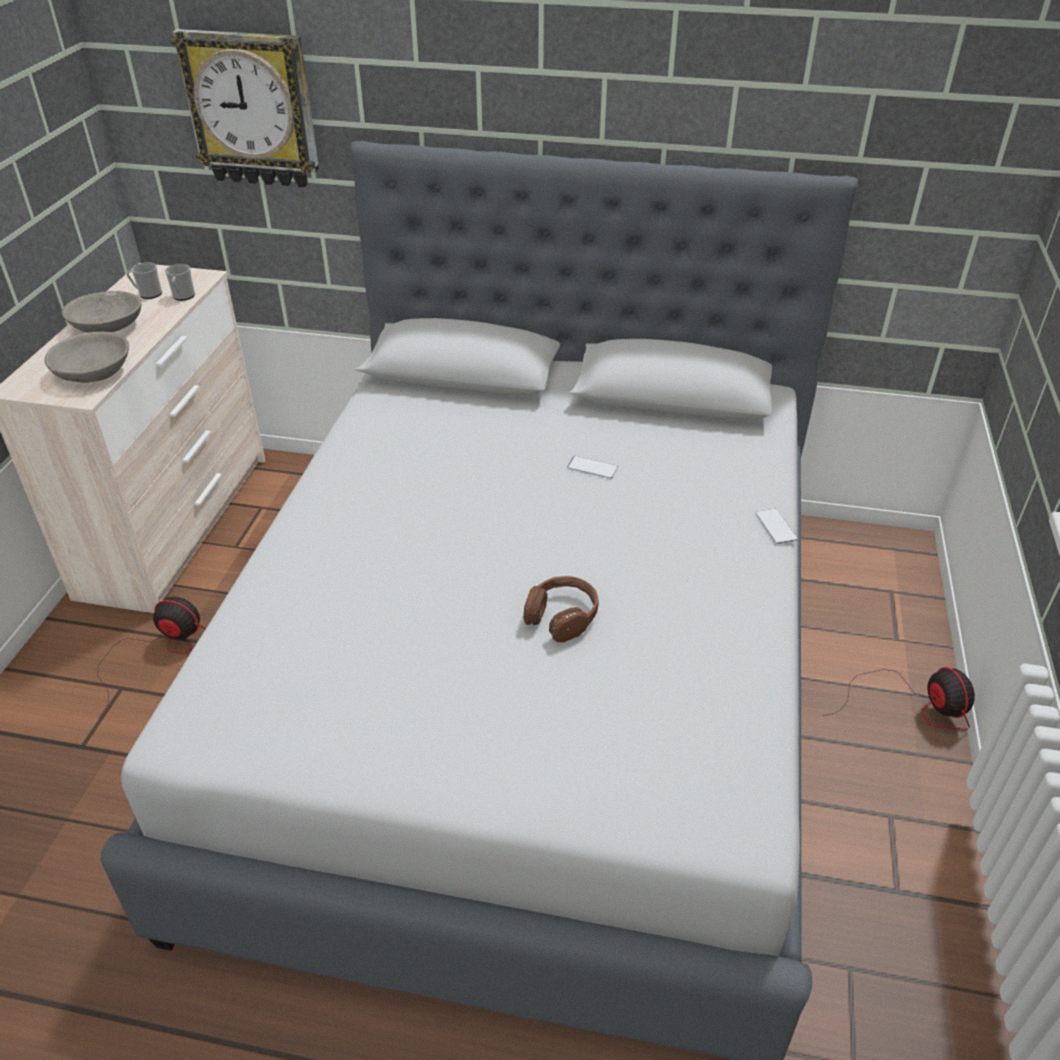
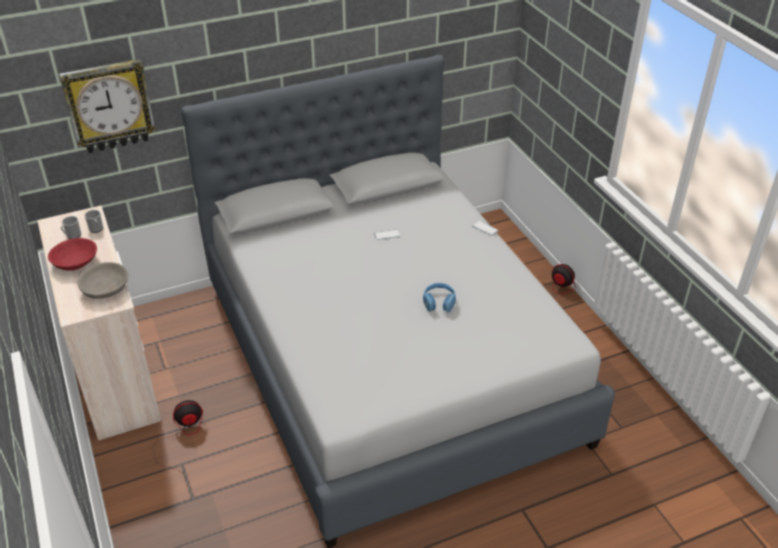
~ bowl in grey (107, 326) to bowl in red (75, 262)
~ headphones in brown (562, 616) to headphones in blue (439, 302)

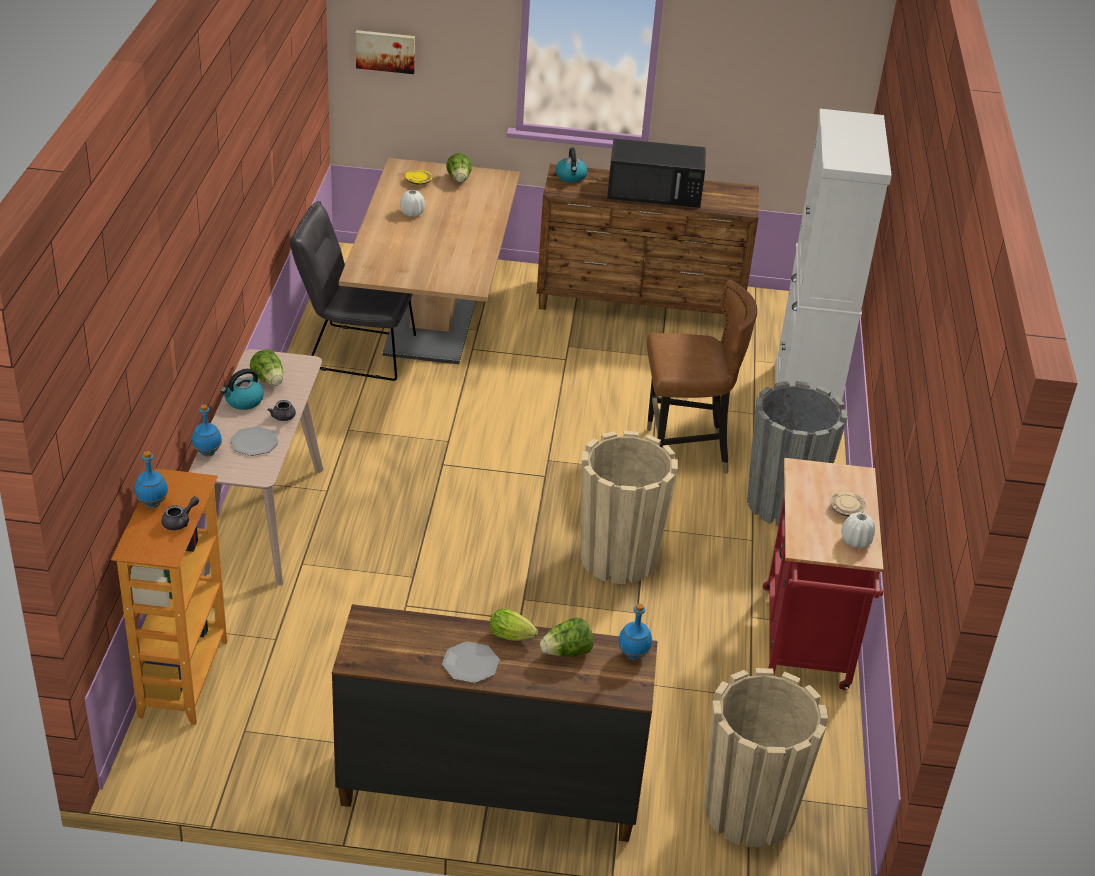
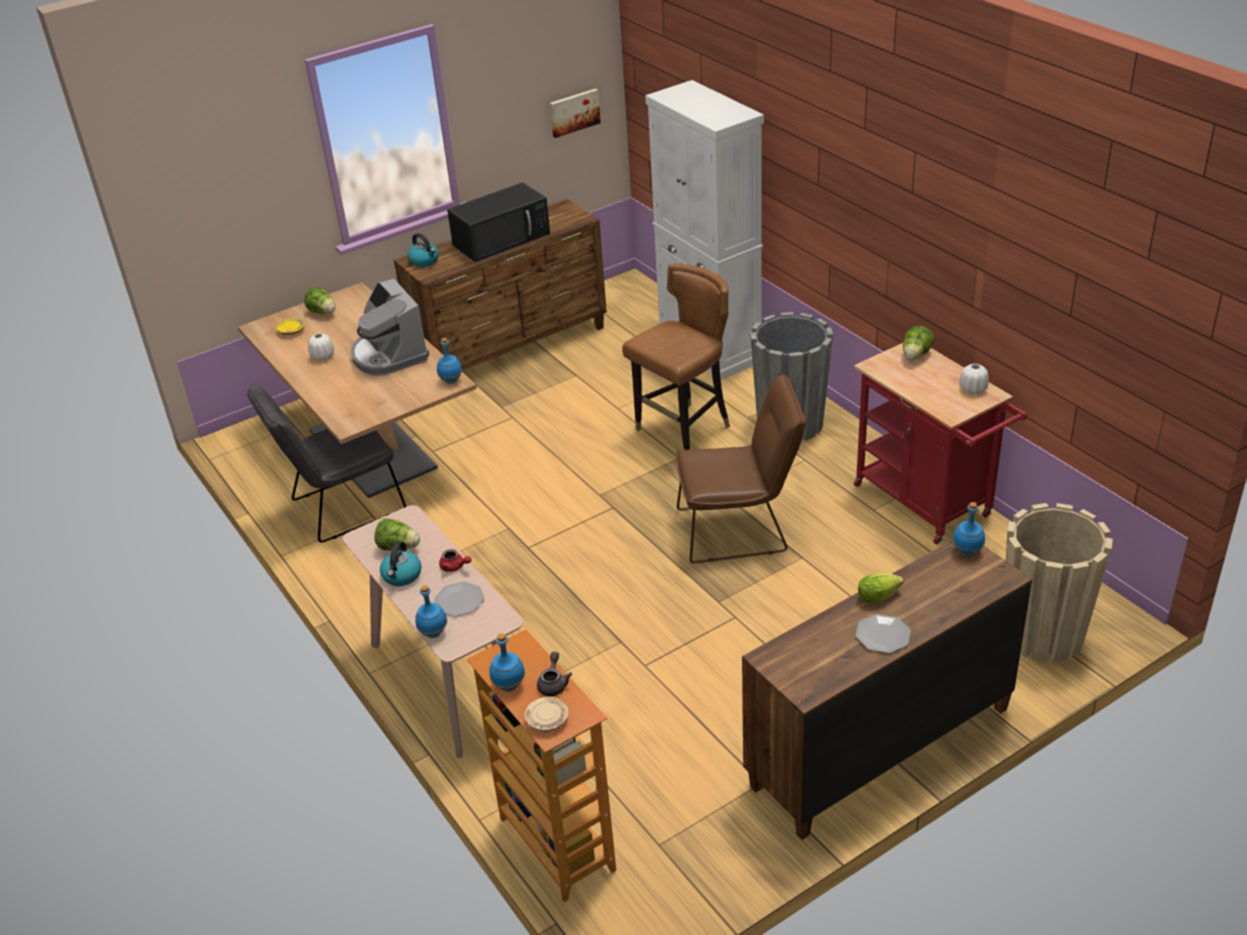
+ coffee machine (389, 355)
+ bottle in blue (450, 381)
~ picture (385, 51) to (574, 112)
~ lettuce (567, 652) to (916, 355)
~ plate in beige (846, 509) to (547, 720)
~ planter in beige (618, 558) to chair in brown (740, 529)
~ teapot in grey (284, 418) to teapot in red (455, 567)

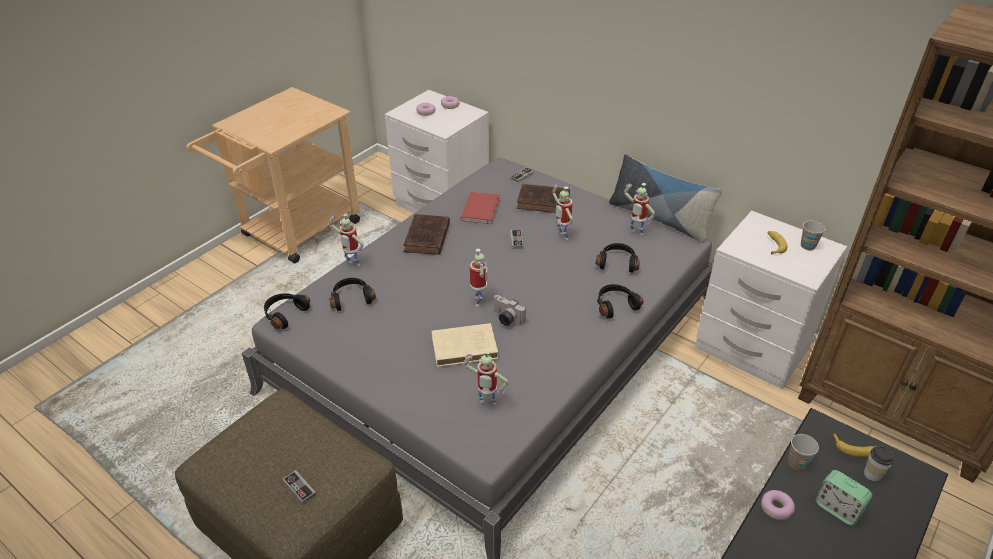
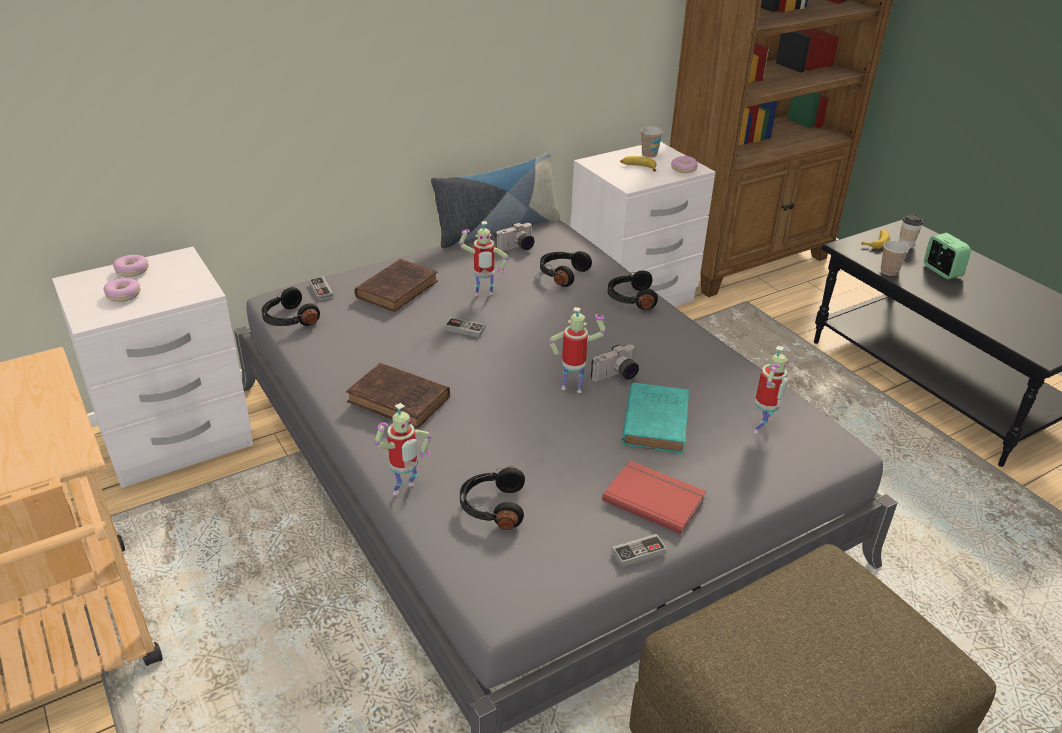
~ headphones in black (285, 314) to (289, 319)
~ game controller (299, 488) to (638, 552)
~ book in red (482, 209) to (654, 497)
~ donut (776, 508) to (684, 169)
~ toy robot (635, 233) to photo camera (517, 248)
~ book in beige (466, 347) to book in turquoise (655, 420)
~ alarm clock (837, 508) = (941, 271) 90 degrees counterclockwise

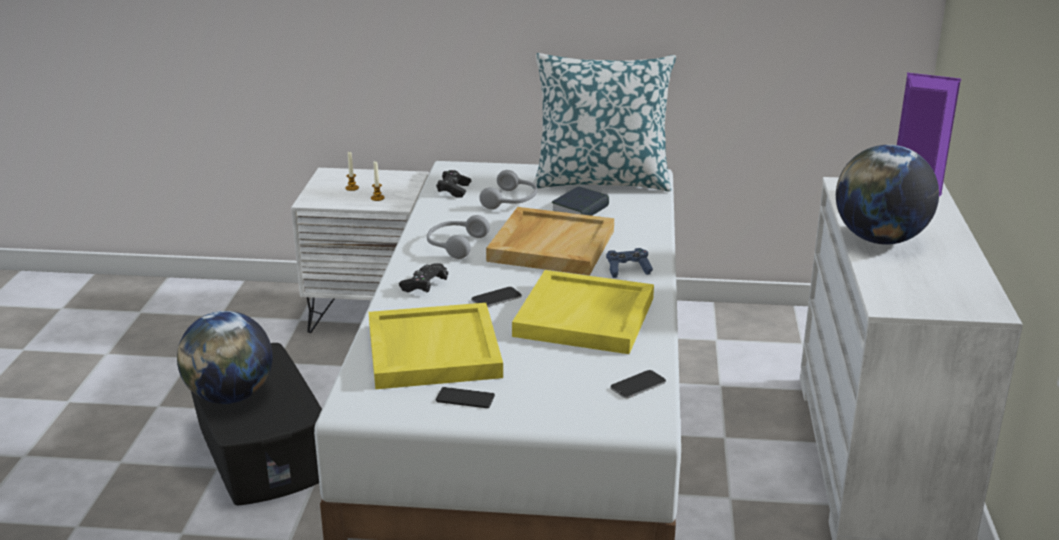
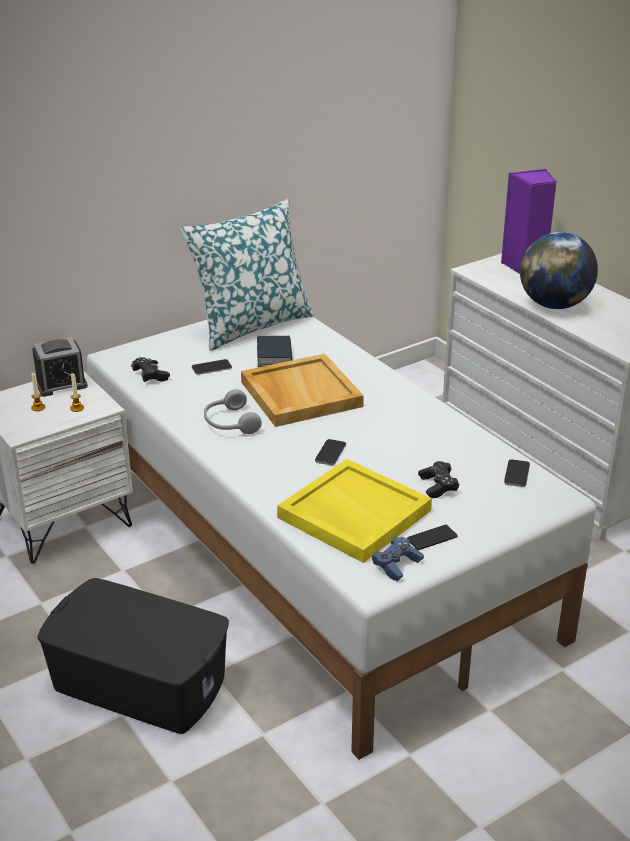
- globe (230, 396)
- tray in yellow (585, 317)
+ alarm clock (61, 384)
~ game controller in black (424, 286) to (438, 486)
~ game controller in blue (628, 270) to (397, 565)
~ headphones in grey (512, 201) to phone (211, 368)

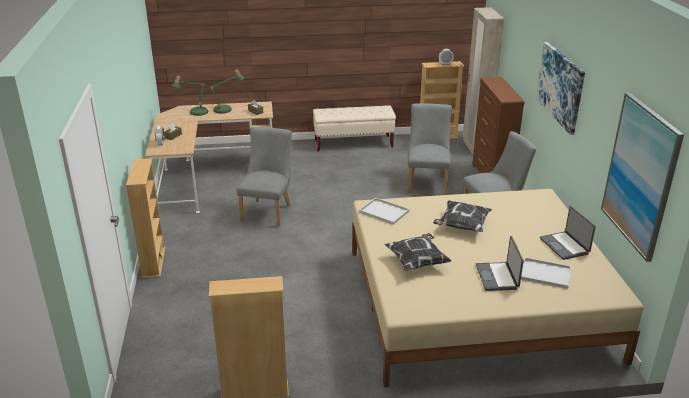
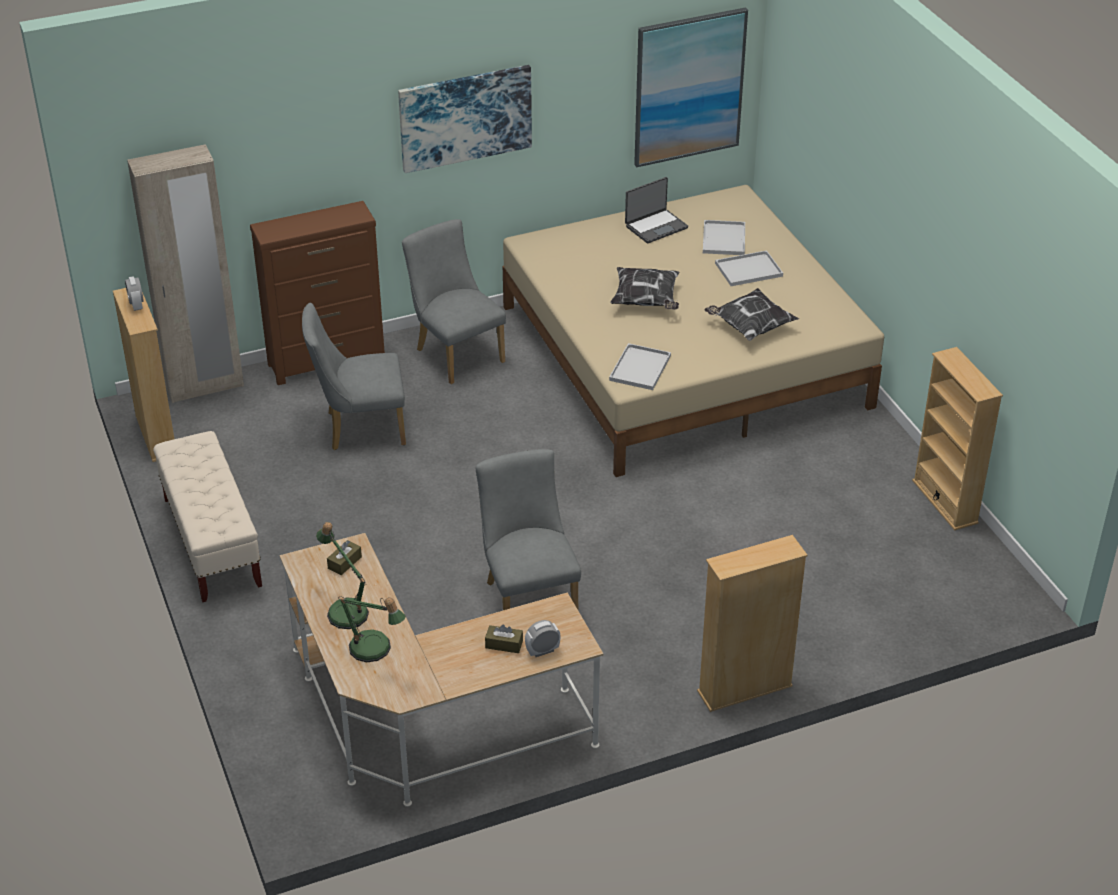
~ laptop (497, 277) to tray in white (749, 269)
~ chair in grey (268, 211) = (528, 597) 75 degrees clockwise

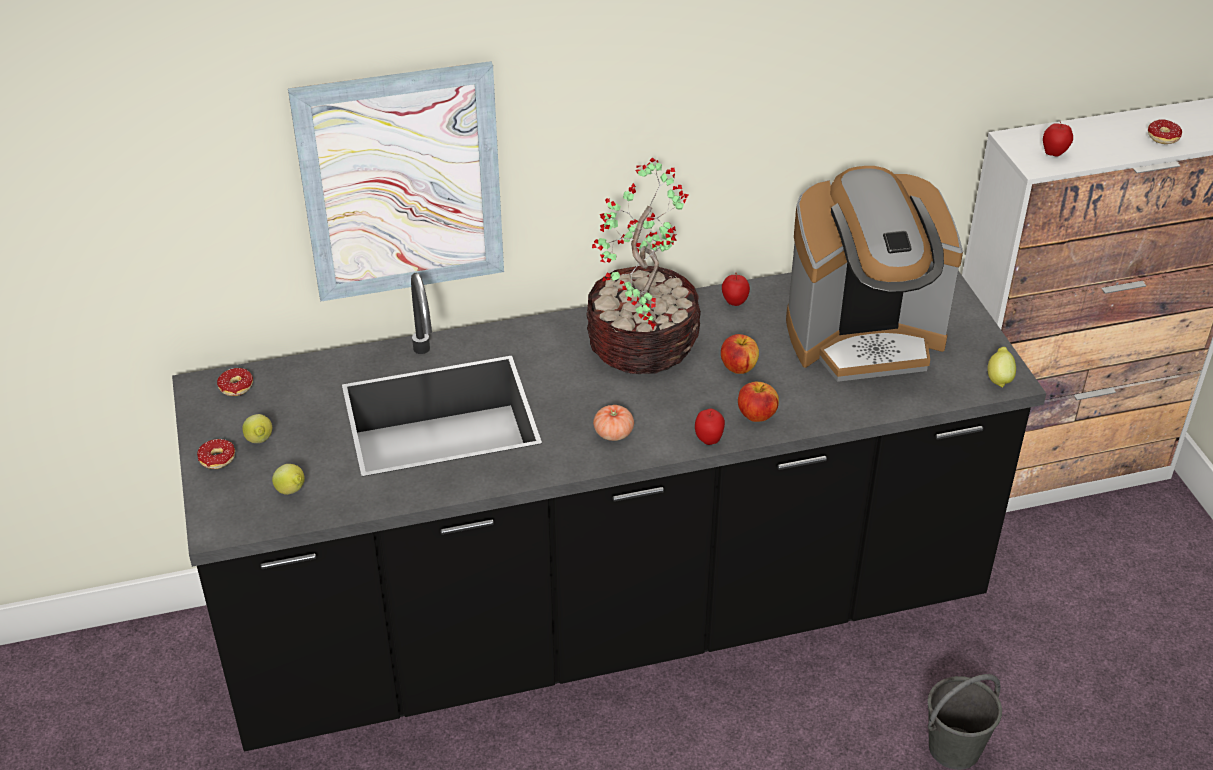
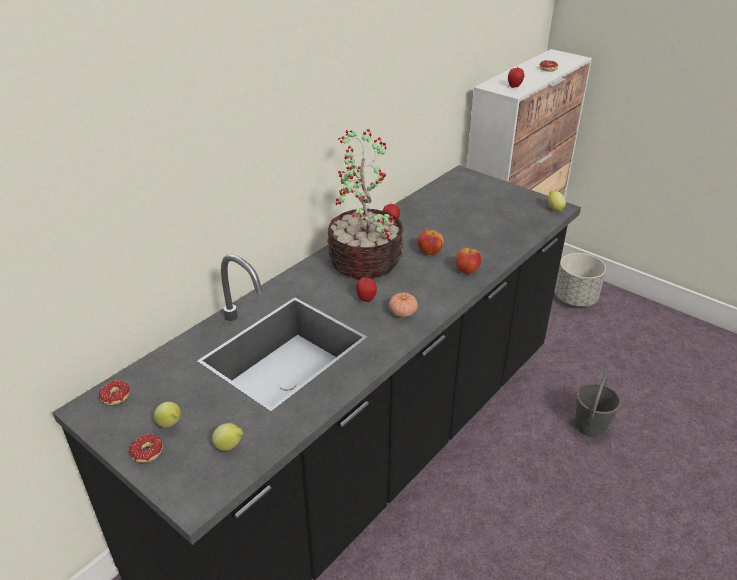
- picture (402, 183)
- coffee machine (864, 338)
+ planter in grey (575, 298)
~ apple (708, 439) to (366, 299)

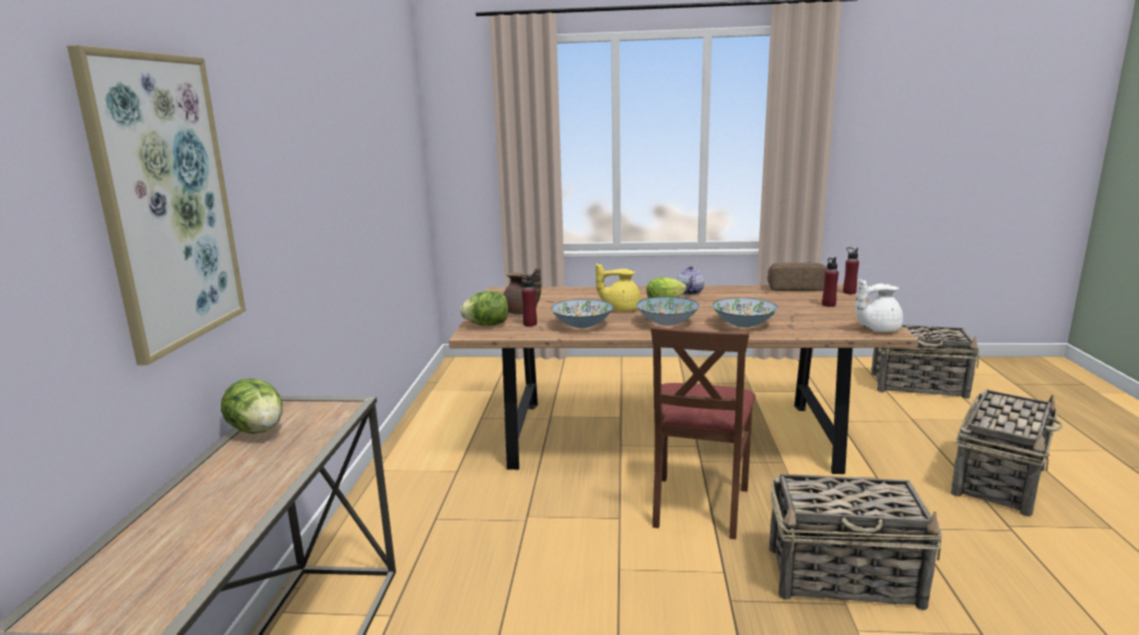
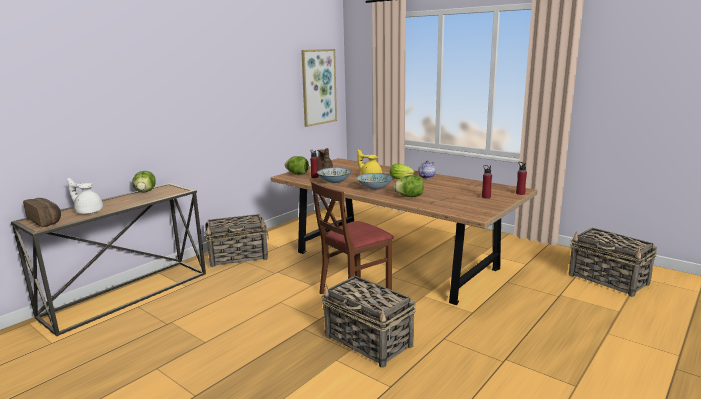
~ picture (166, 202) to (318, 87)
~ bread (796, 288) to (46, 221)
~ teapot in white (876, 329) to (88, 211)
~ basket (999, 480) to (239, 256)
~ bowl (744, 324) to lettuce (409, 196)

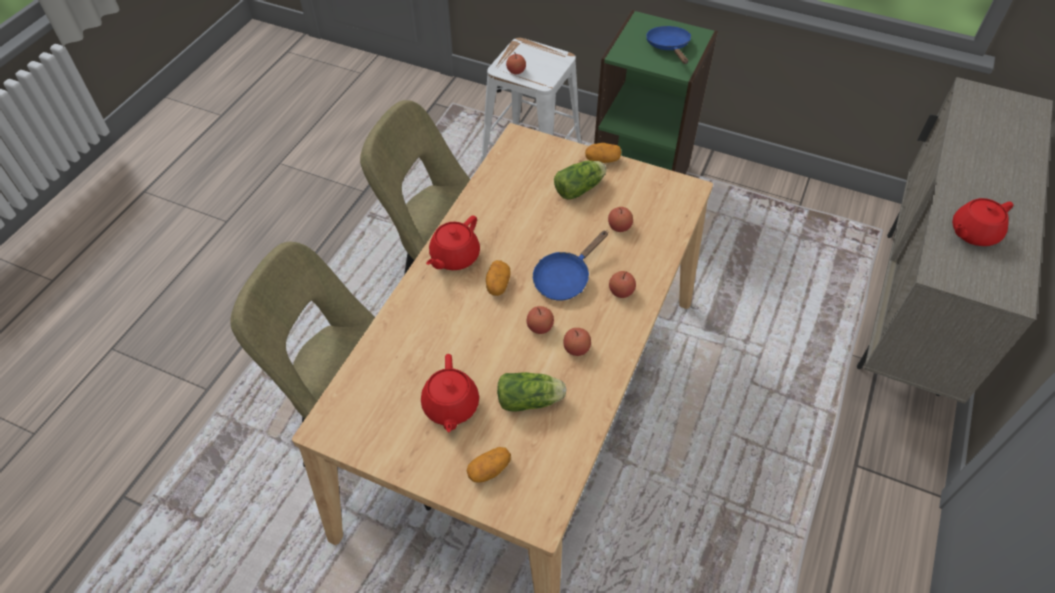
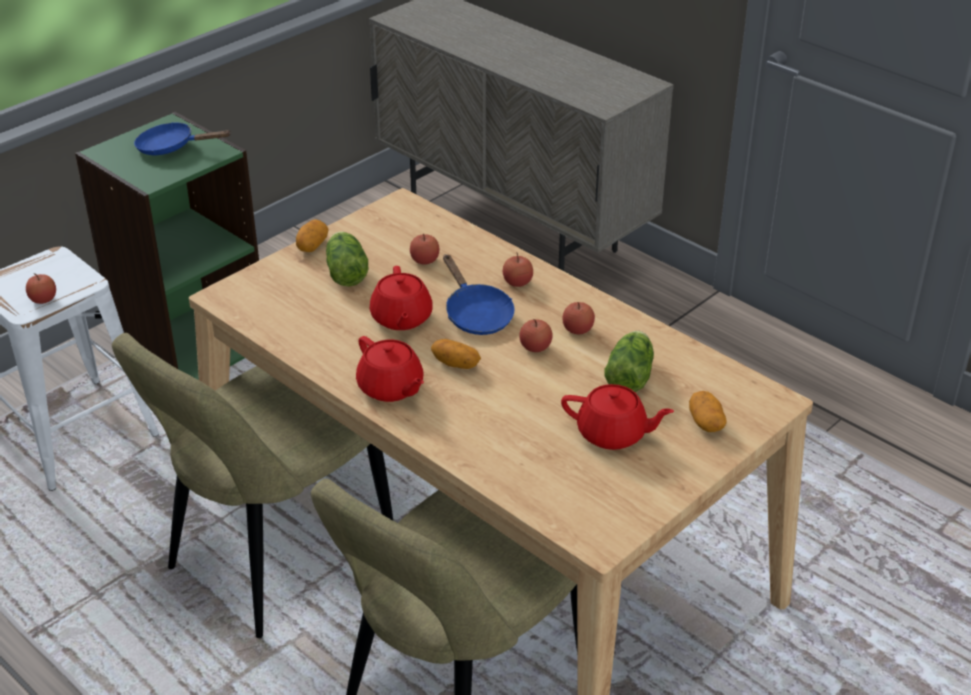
~ teapot in red (973, 233) to (401, 319)

